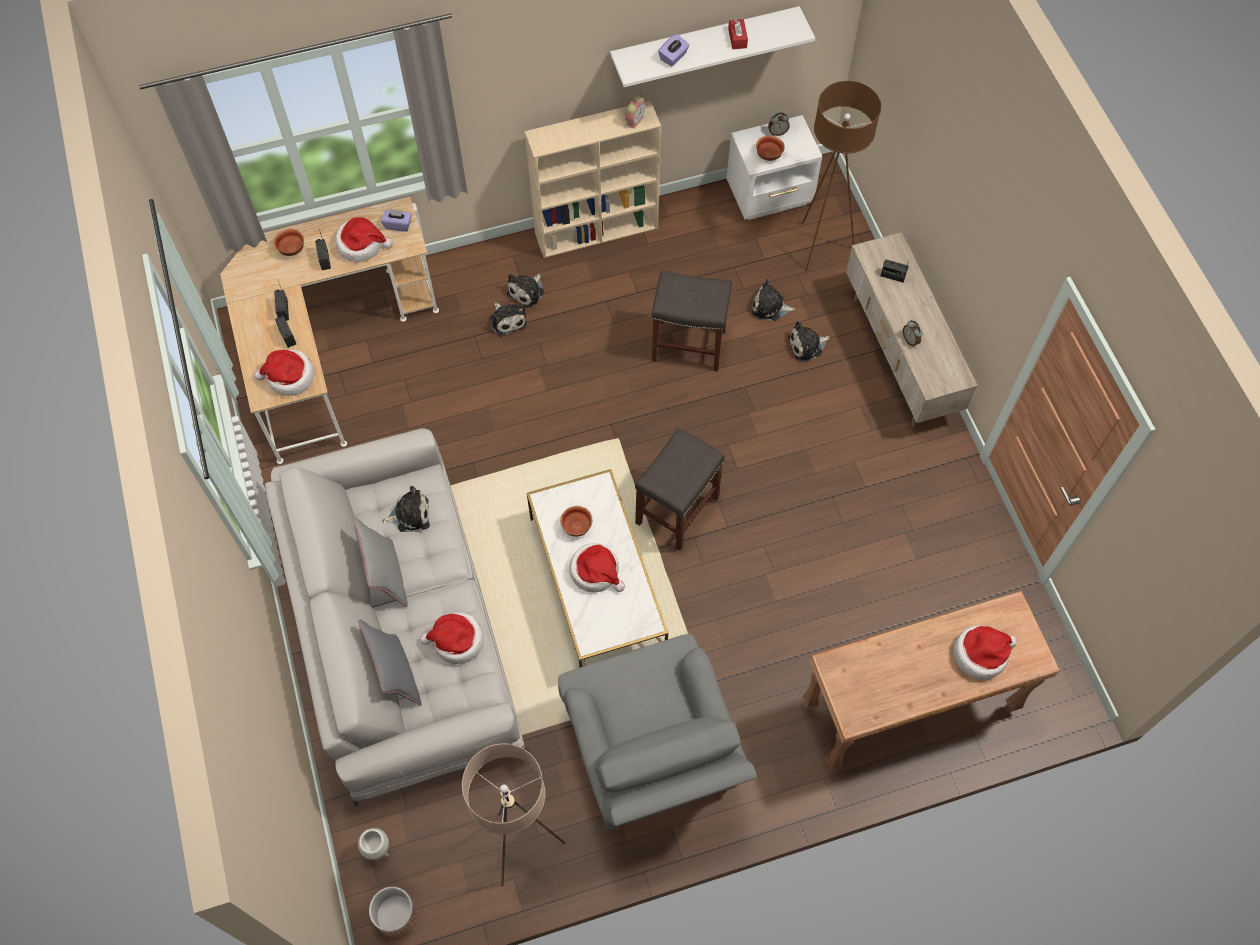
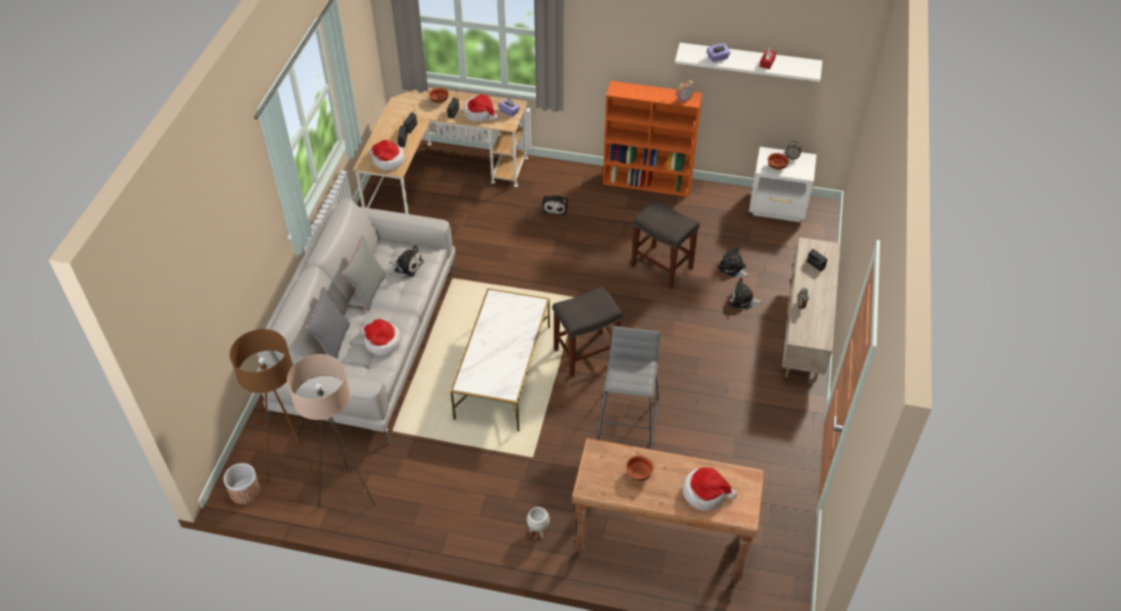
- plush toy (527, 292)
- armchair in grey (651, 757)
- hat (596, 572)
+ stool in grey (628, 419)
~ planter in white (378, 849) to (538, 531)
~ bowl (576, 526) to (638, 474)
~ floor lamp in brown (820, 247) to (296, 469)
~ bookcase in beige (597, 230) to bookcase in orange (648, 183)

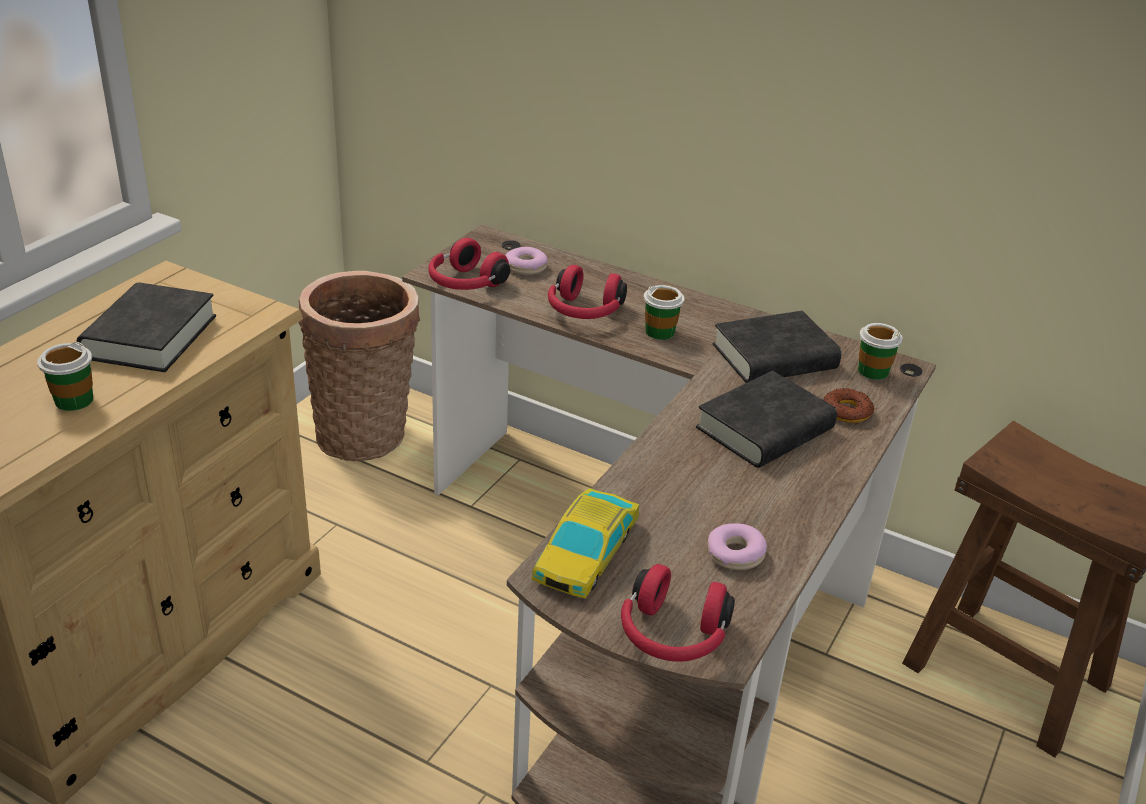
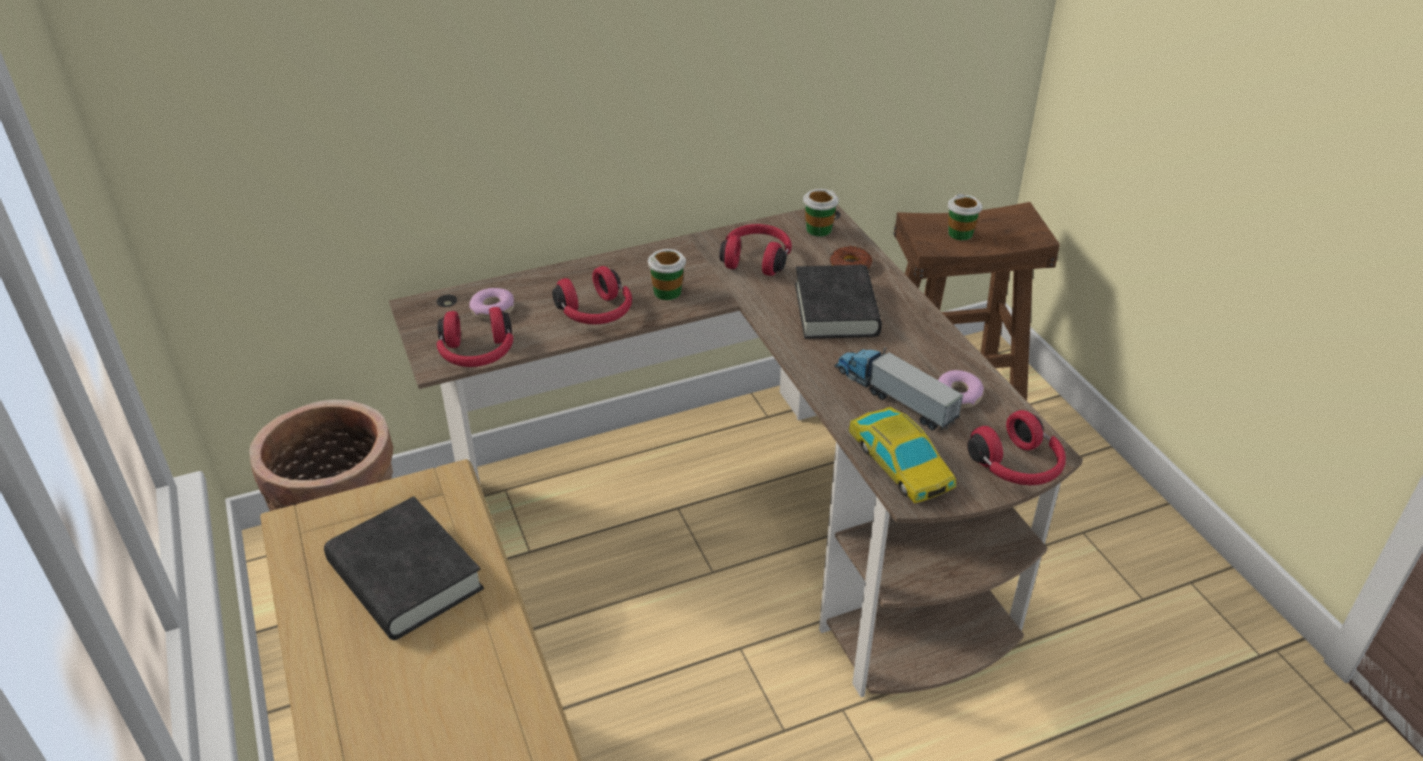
+ toy truck (894, 396)
~ cup (74, 400) to (960, 234)
~ book in black (774, 357) to headphones in red (757, 259)

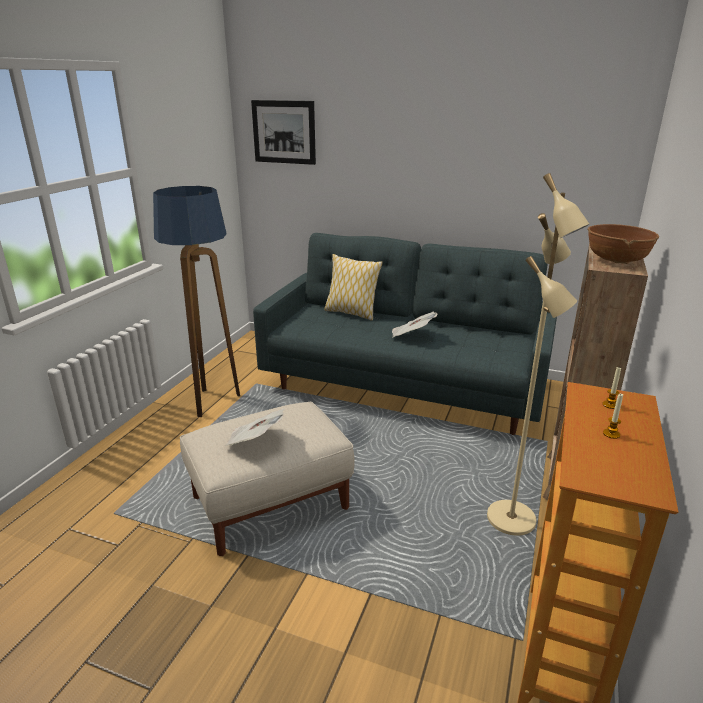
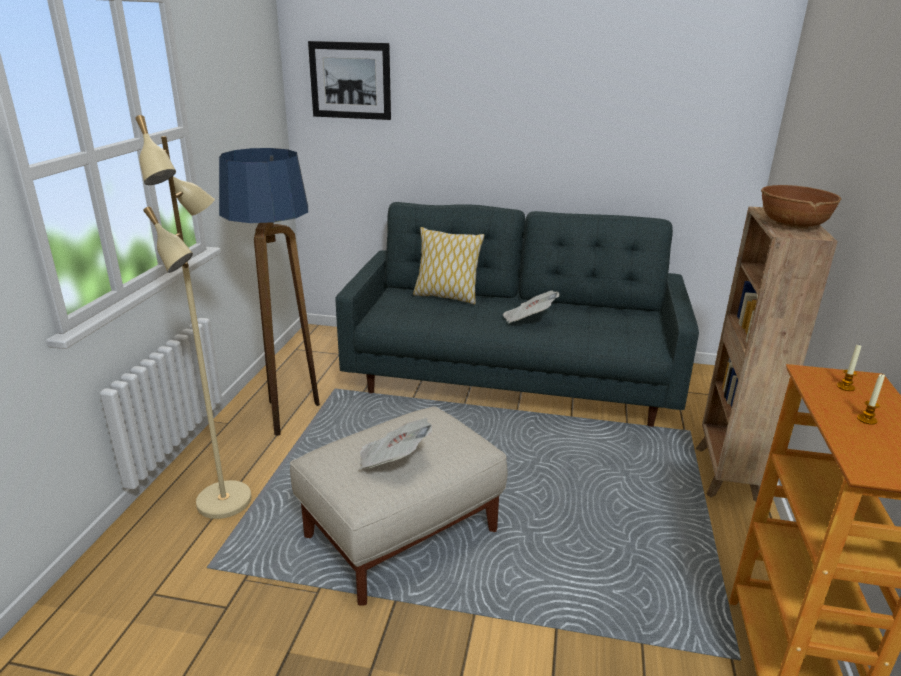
~ floor lamp in beige (512, 519) to (226, 501)

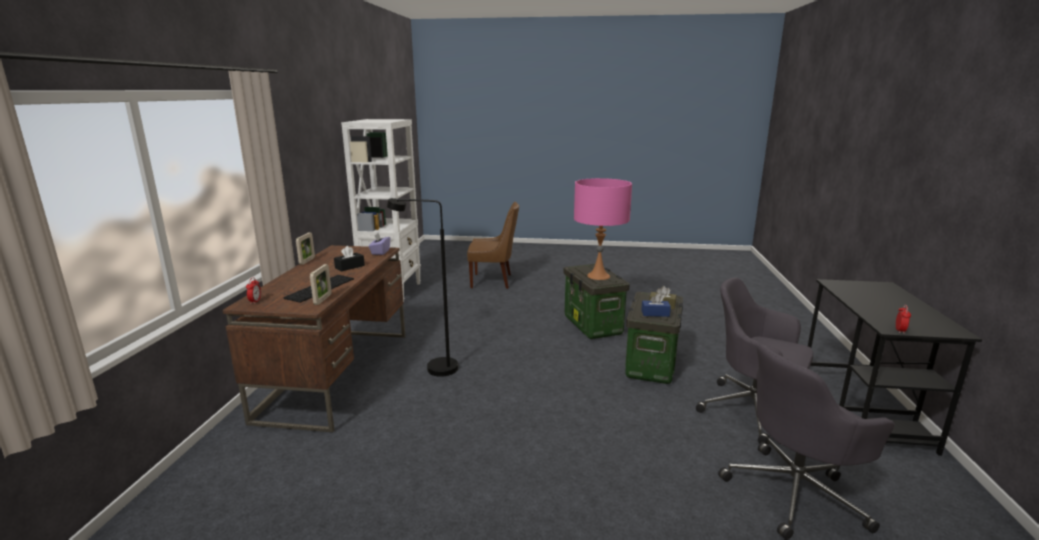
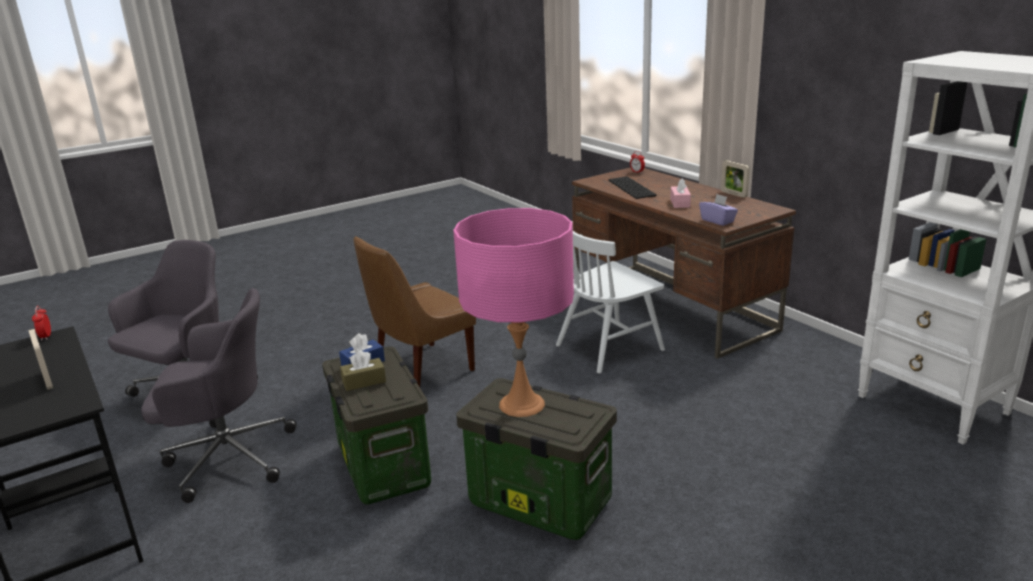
~ picture frame (323, 299) to (47, 380)
~ chair in brown (493, 281) to (421, 369)
~ floor lamp in black (433, 368) to chair in white (609, 347)
~ tissue box in black (349, 267) to tissue box in pink (680, 203)

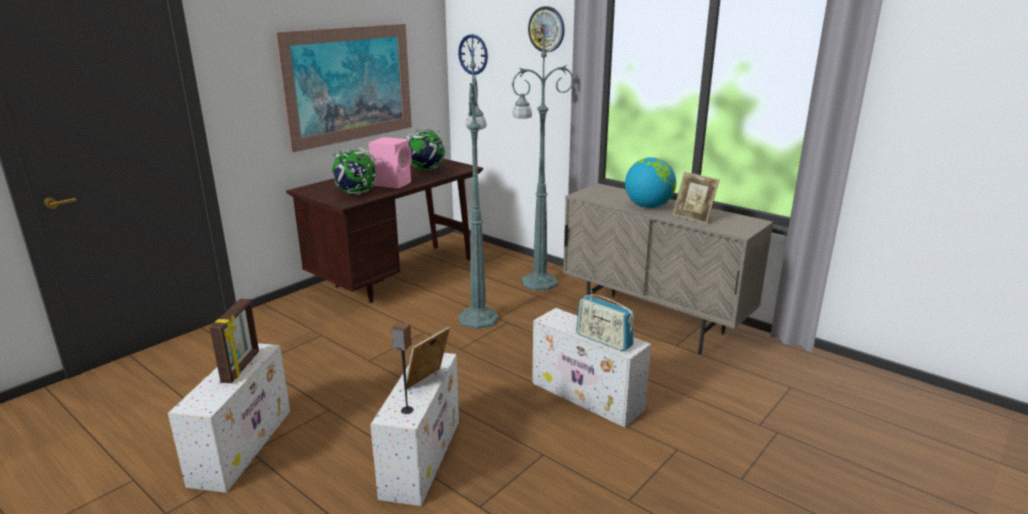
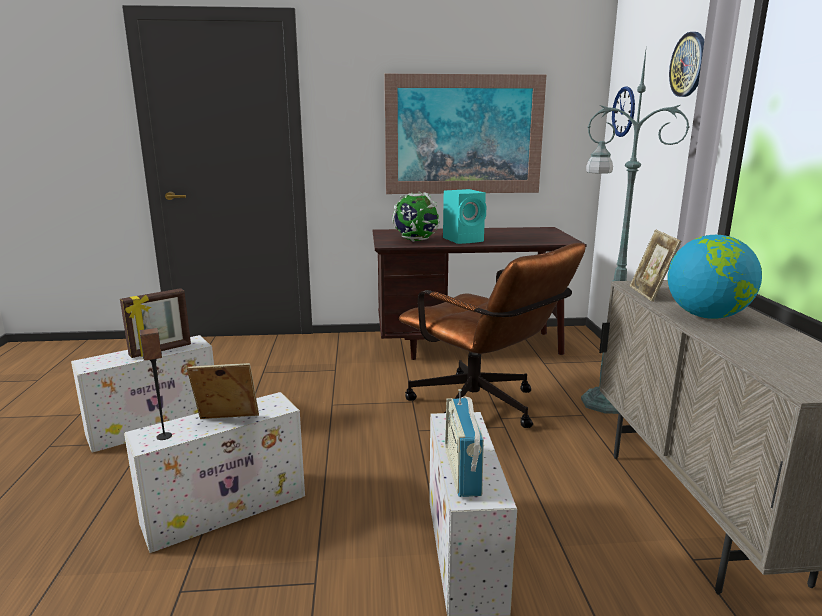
- globe (425, 170)
~ picture frame (693, 218) to (650, 294)
~ floor lamp in green (479, 317) to office chair in brown (483, 410)
~ speaker in pink (393, 183) to speaker in turquoise (464, 240)

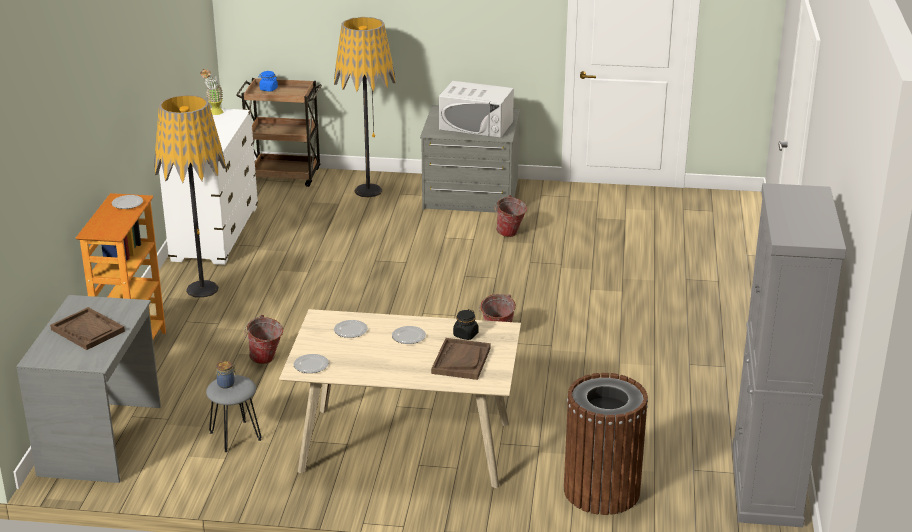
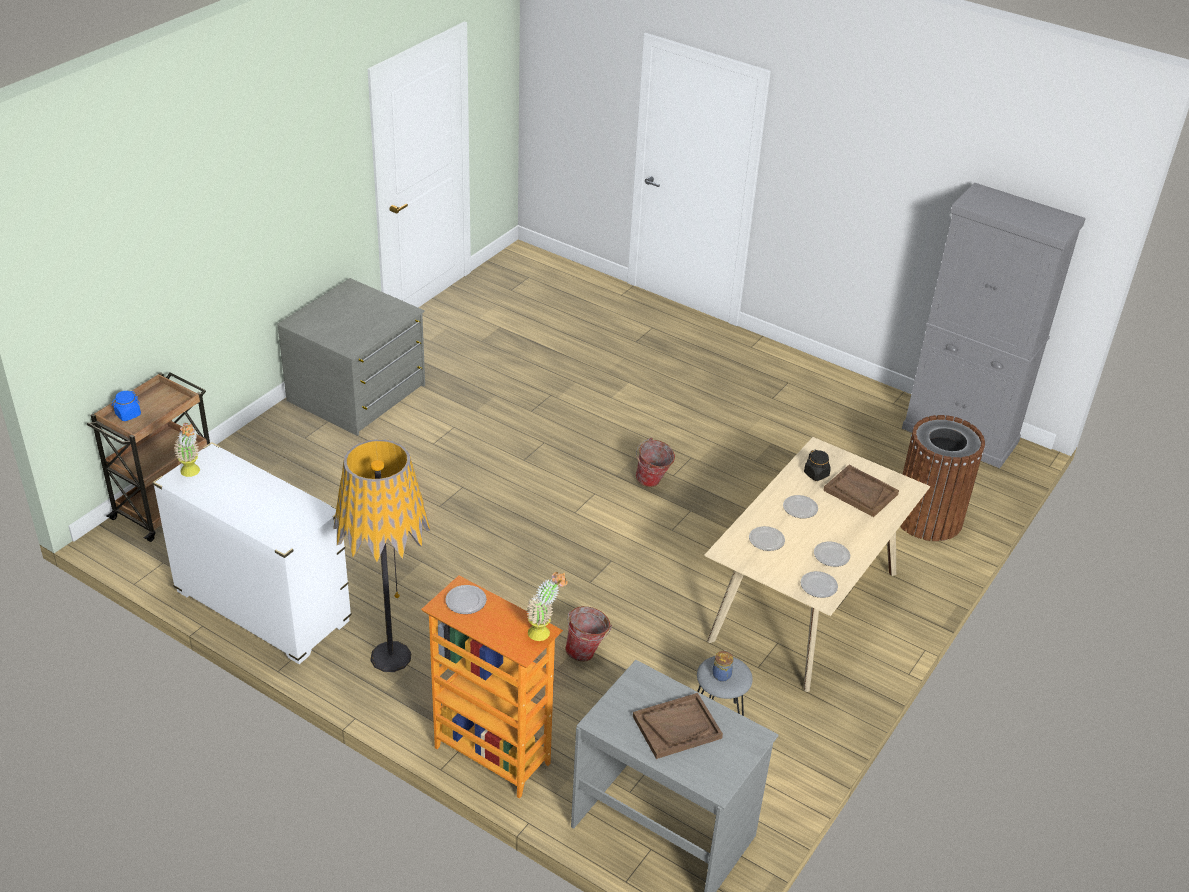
- floor lamp (368, 191)
- microwave in white (476, 125)
- bucket (510, 234)
+ potted plant (544, 632)
+ plate (831, 556)

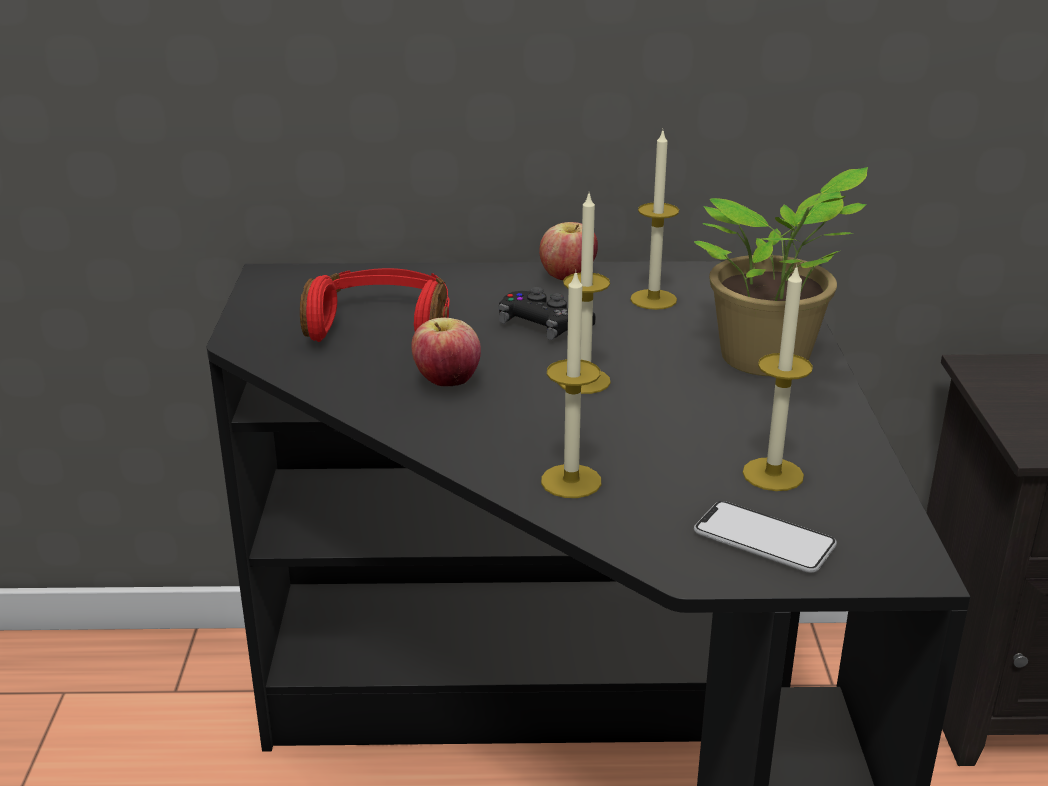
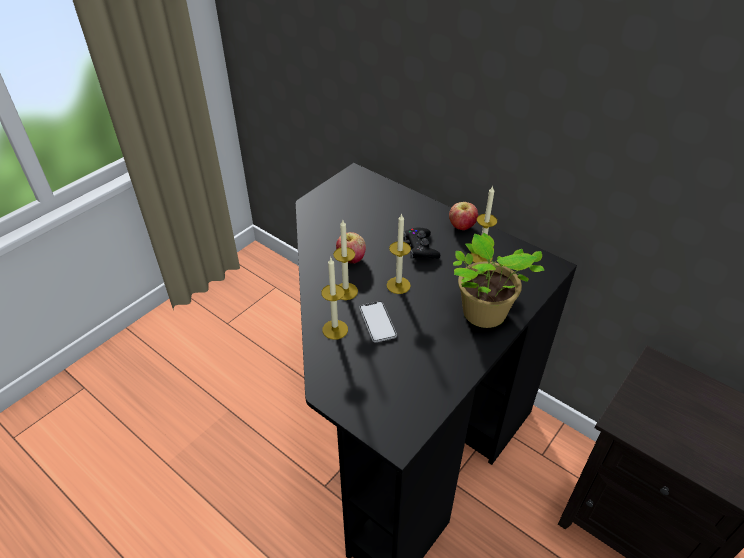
- headphones in red (381, 327)
~ phone (764, 539) to (377, 322)
~ candle (773, 474) to (345, 291)

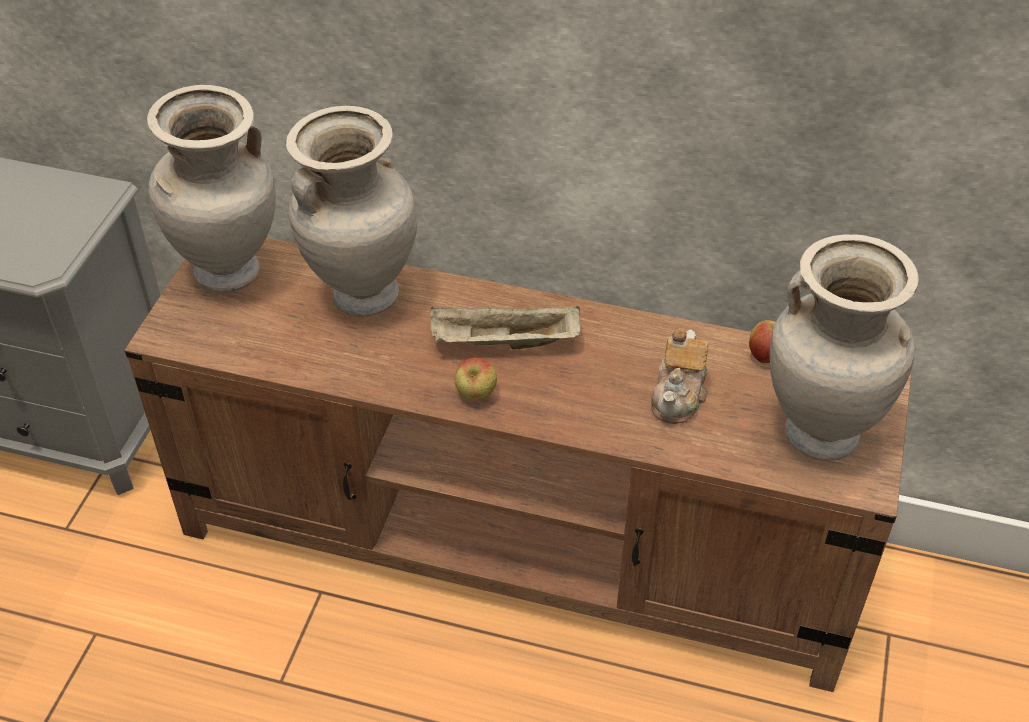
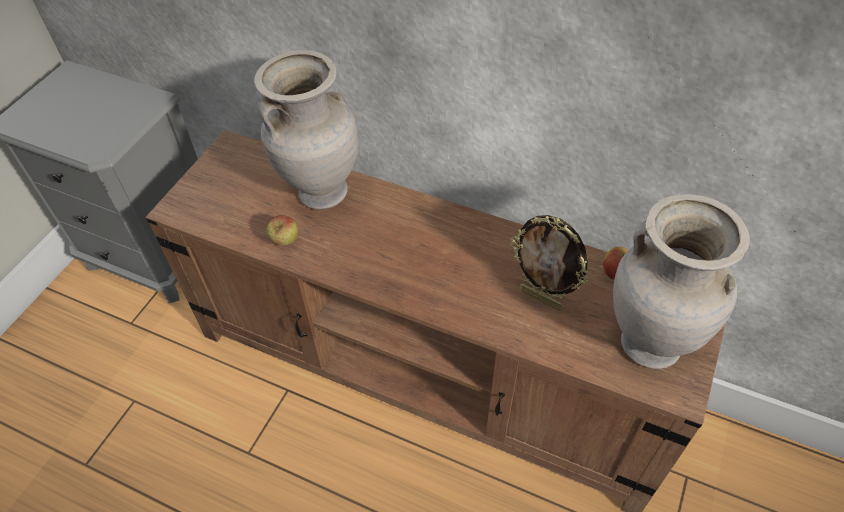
- vase in beige (230, 274)
- tray in beige (503, 343)
~ apple (476, 395) to (285, 241)
~ teapot (679, 395) to picture frame (542, 298)

